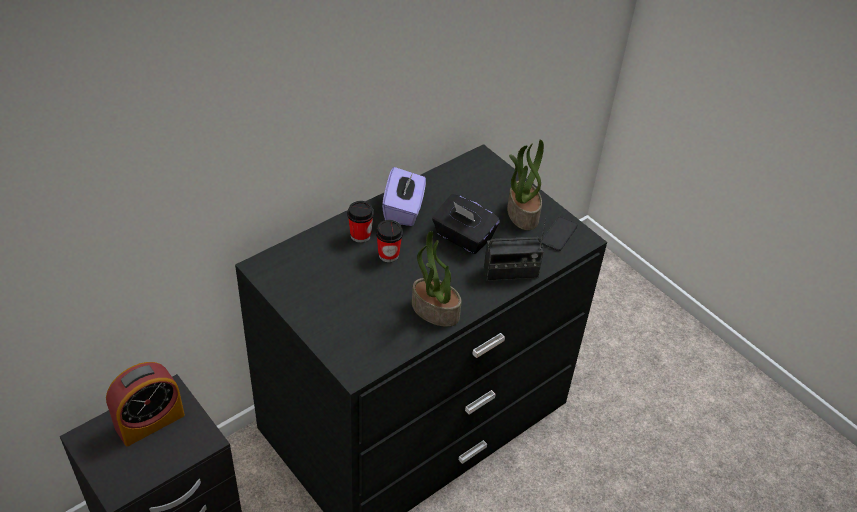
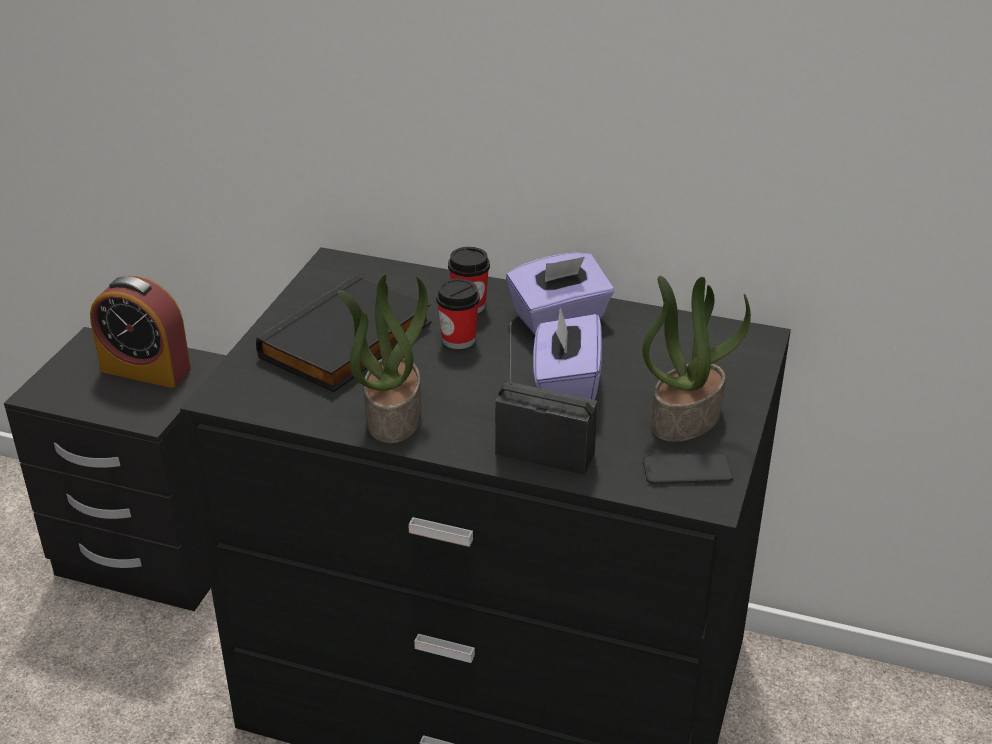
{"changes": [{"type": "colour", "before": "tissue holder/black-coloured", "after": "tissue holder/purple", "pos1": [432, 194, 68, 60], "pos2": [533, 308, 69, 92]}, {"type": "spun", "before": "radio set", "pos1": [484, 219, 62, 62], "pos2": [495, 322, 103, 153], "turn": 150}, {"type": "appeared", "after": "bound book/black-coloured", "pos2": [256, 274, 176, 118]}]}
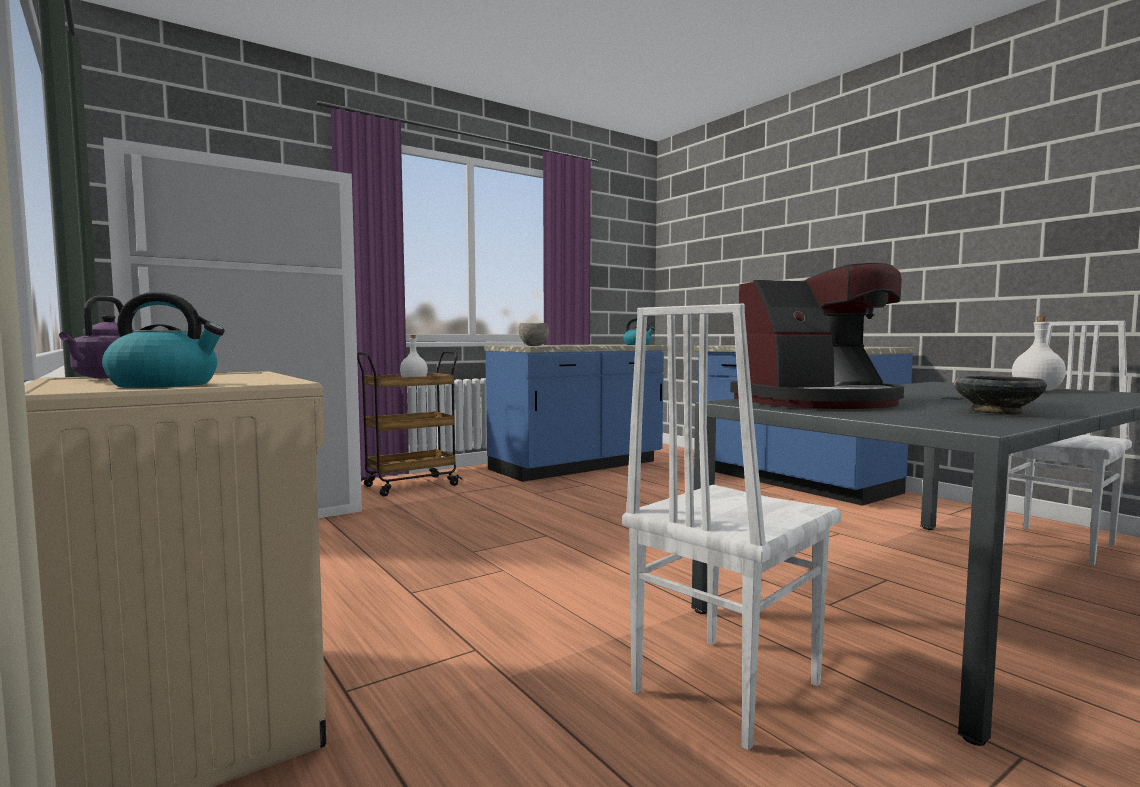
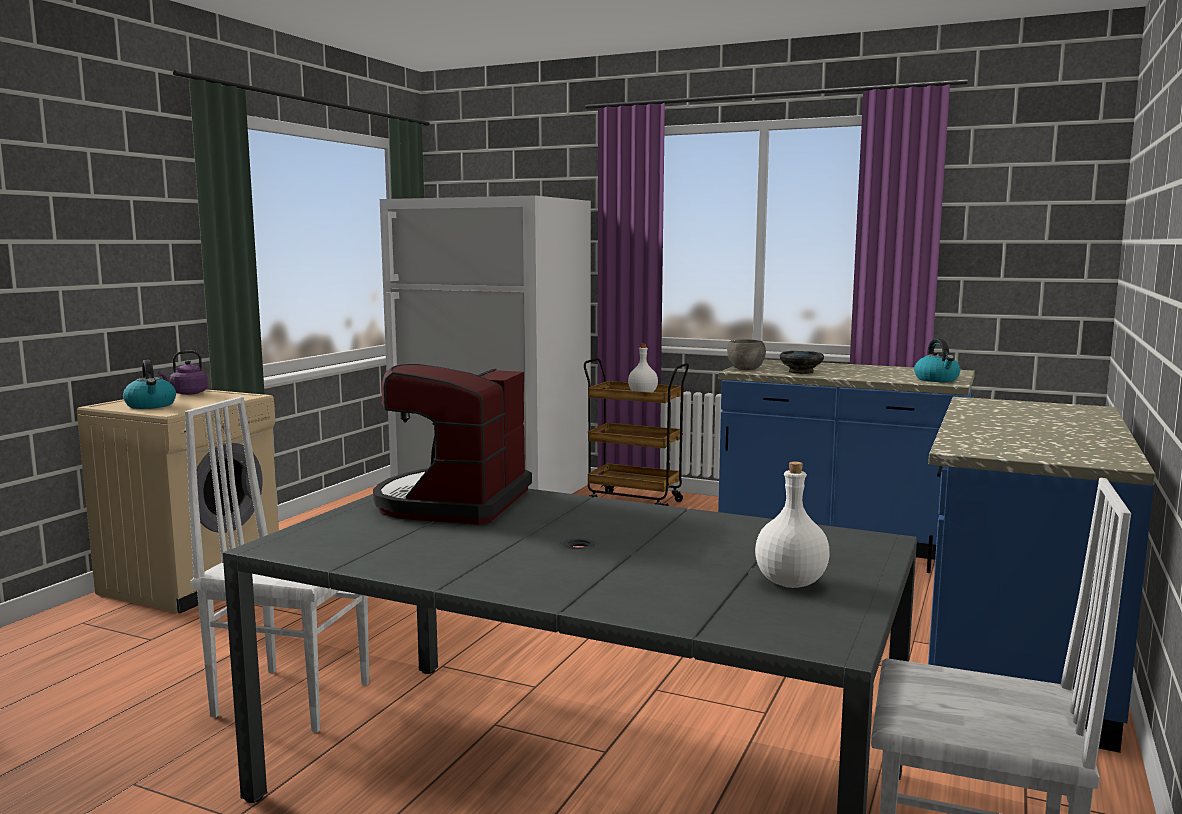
{"changes": [{"type": "spun", "before": "coffee machine", "pos1": [730, 263, 174, 146], "pos2": [373, 364, 159, 161], "turn": 60}, {"type": "relocated", "before": "deep dish/black-coloured", "pos1": [954, 376, 93, 39], "pos2": [780, 351, 44, 23]}]}
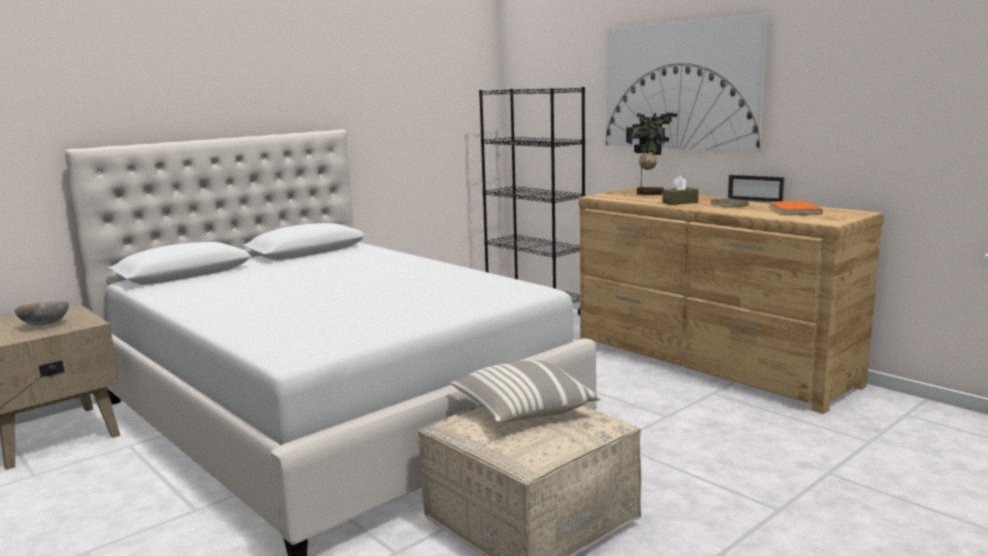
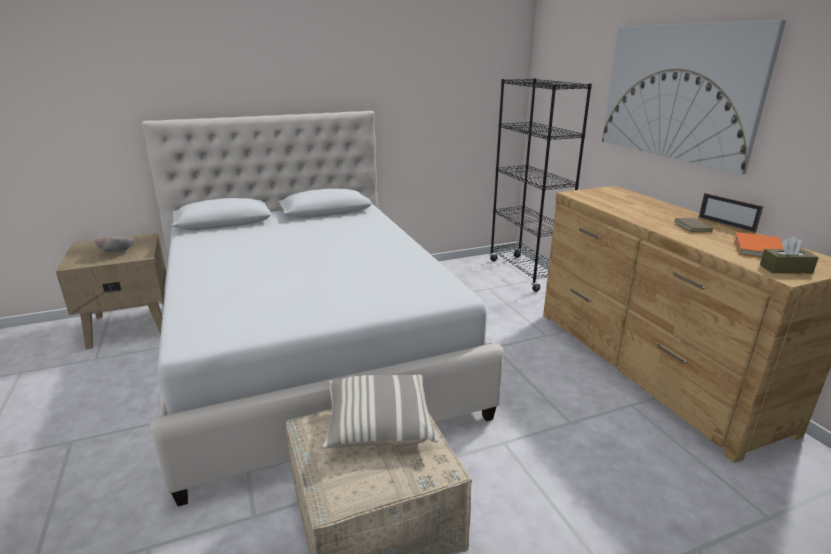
{"changes": [{"type": "missing", "before": "potted plant", "pos1": [626, 113, 51, 82]}, {"type": "relocated", "before": "tissue holder/brown", "pos1": [662, 176, 37, 29], "pos2": [760, 236, 59, 38]}]}
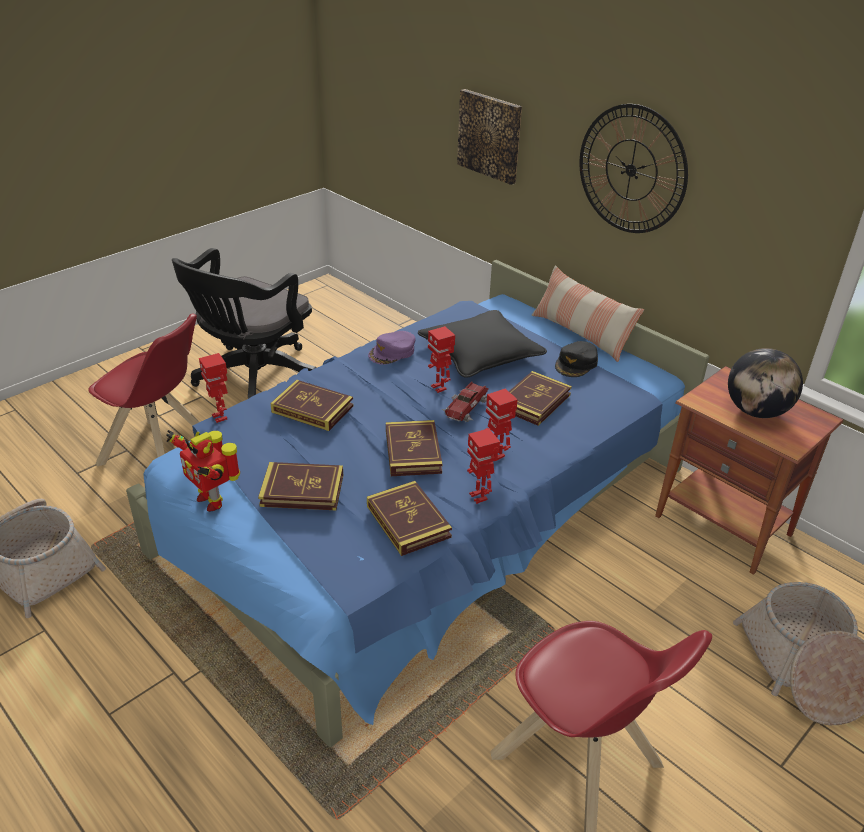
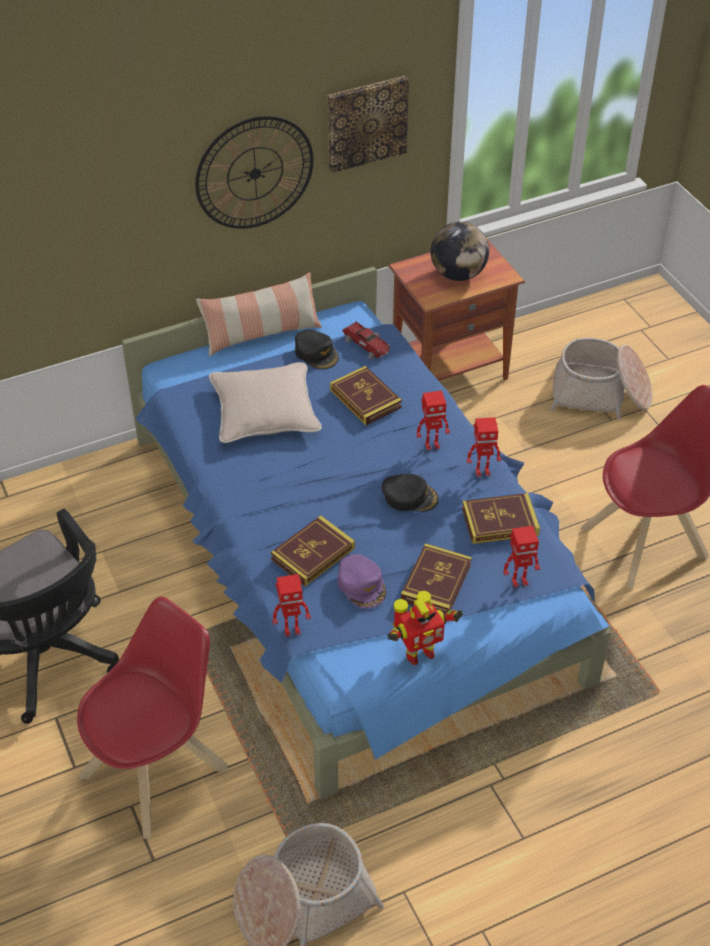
{"changes": [{"type": "relocated", "before": "peaked cap/purple", "pos1": [368, 331, 48, 34], "pos2": [338, 554, 48, 55]}, {"type": "exchanged", "before": "bound book", "after": "peaked cap/black-coloured", "pos1": [386, 420, 56, 56], "pos2": [382, 474, 57, 38]}, {"type": "colour", "before": "pillow/black-coloured", "after": "pillow/sand-coloured", "pos1": [418, 310, 129, 68], "pos2": [209, 362, 113, 81]}, {"type": "relocated", "before": "model robot", "pos1": [428, 326, 27, 67], "pos2": [503, 526, 37, 62]}, {"type": "relocated", "before": "miniature car", "pos1": [442, 382, 46, 41], "pos2": [342, 321, 48, 38]}, {"type": "relocated", "before": "wall art", "pos1": [457, 89, 65, 96], "pos2": [328, 76, 81, 97]}]}
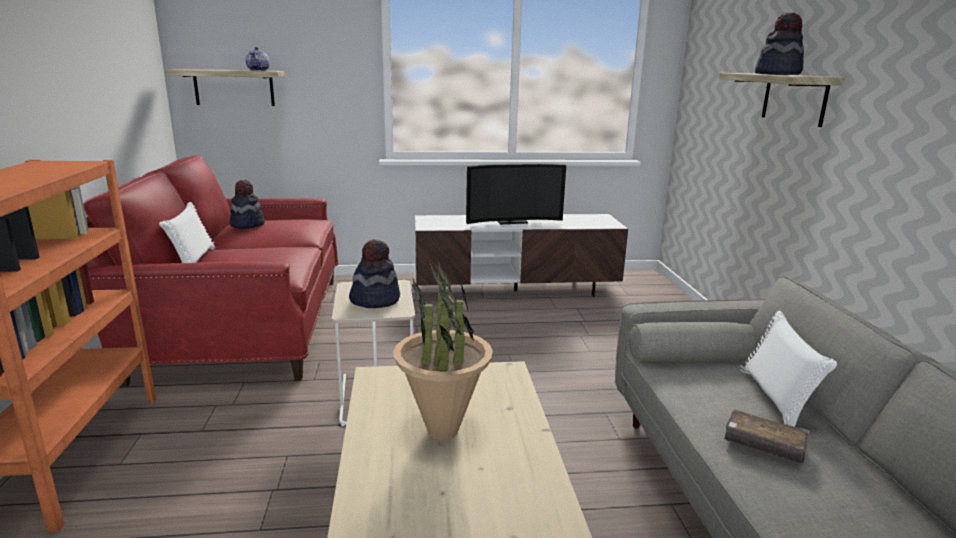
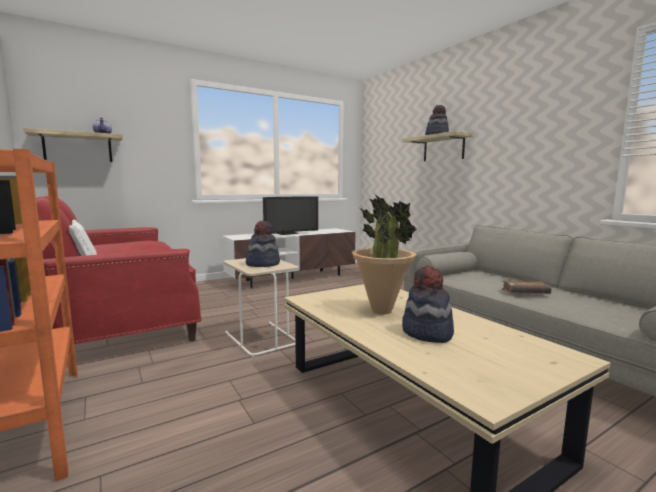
{"changes": [{"type": "relocated", "before": "hat", "pos1": [230, 180, 35, 49], "pos2": [402, 266, 52, 77]}, {"type": "missing", "before": "pillow/white-coloured", "pos1": [741, 311, 96, 116]}]}
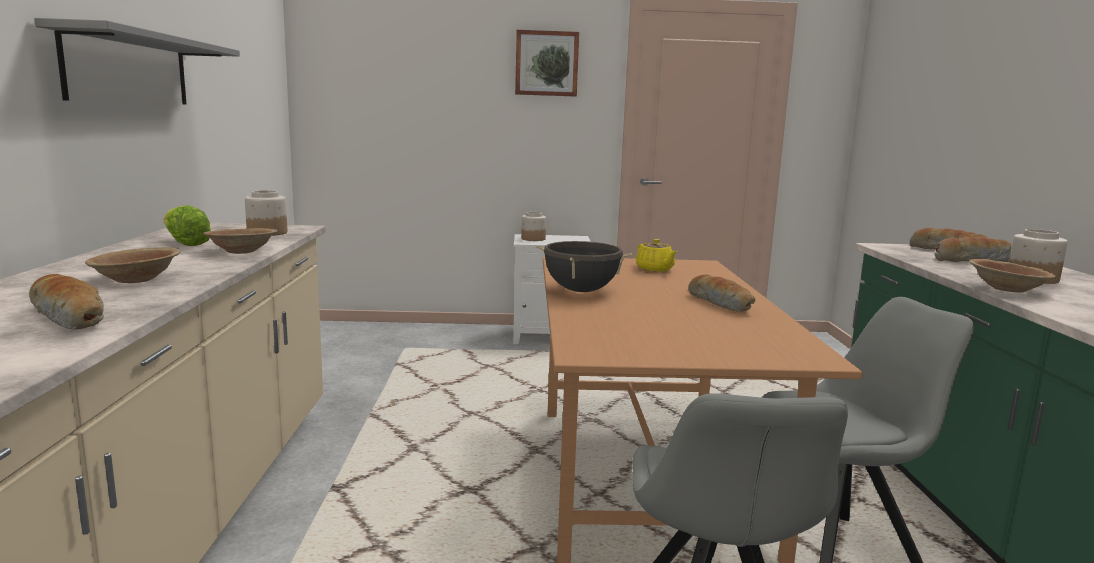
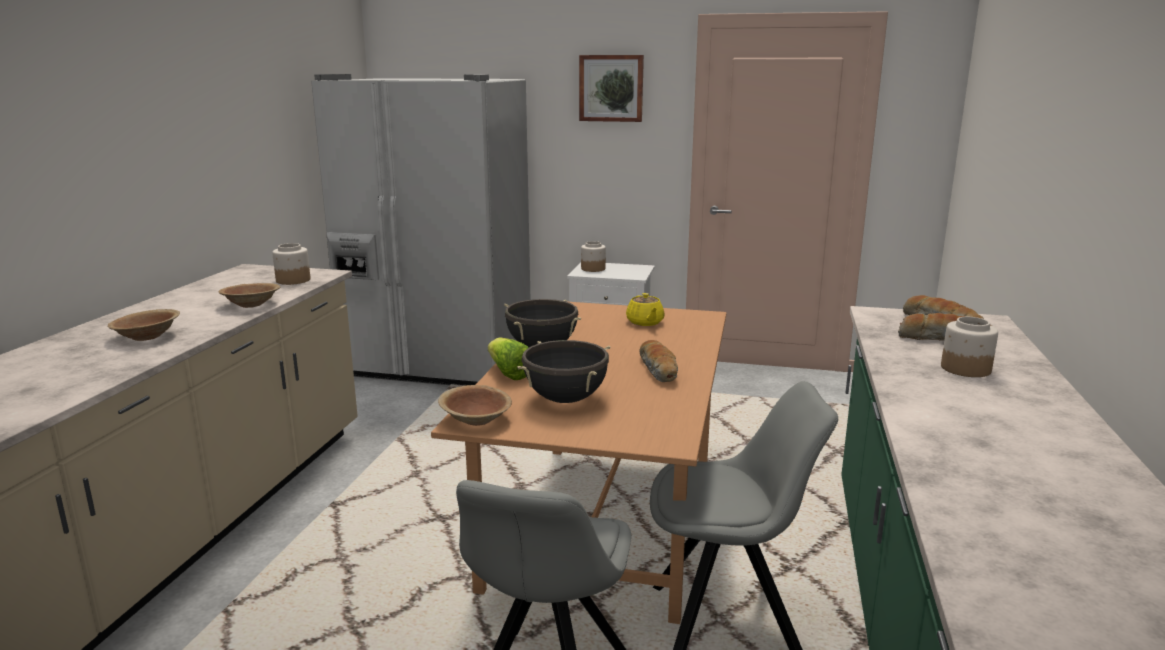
{"changes": [{"type": "missing", "before": "bread", "pos1": [29, 274, 75, 55]}, {"type": "missing", "before": "wall shelf/greyish", "pos1": [34, 18, 206, 87]}, {"type": "relocated", "before": "lettuce", "pos1": [163, 205, 48, 41], "pos2": [488, 337, 41, 43]}, {"type": "relocated", "before": "deep dish/brown", "pos1": [969, 259, 87, 34], "pos2": [438, 385, 74, 41]}, {"type": "appeared", "after": "fridge/white-coloured", "pos2": [311, 74, 220, 311]}, {"type": "appeared", "after": "stockpot/black-coloured", "pos2": [517, 340, 94, 63]}]}
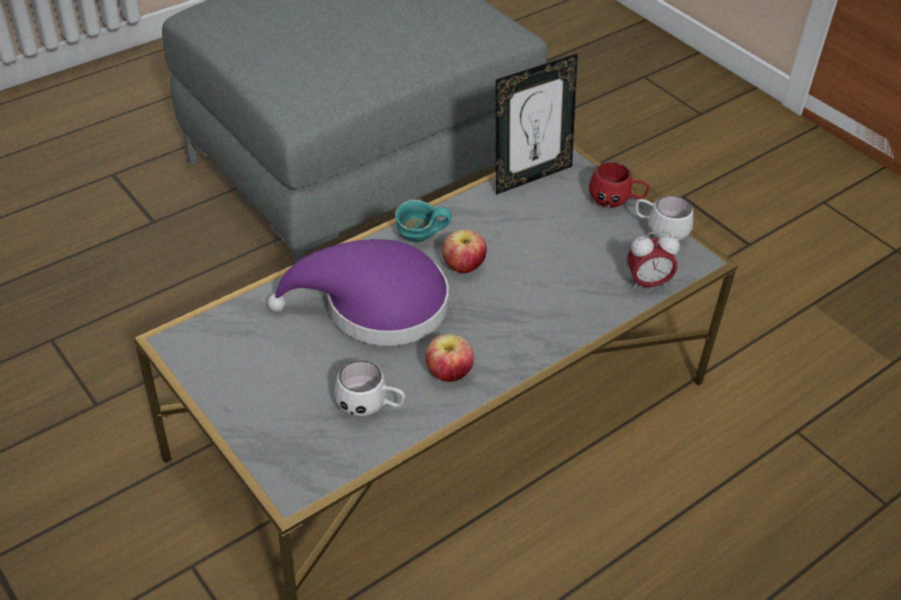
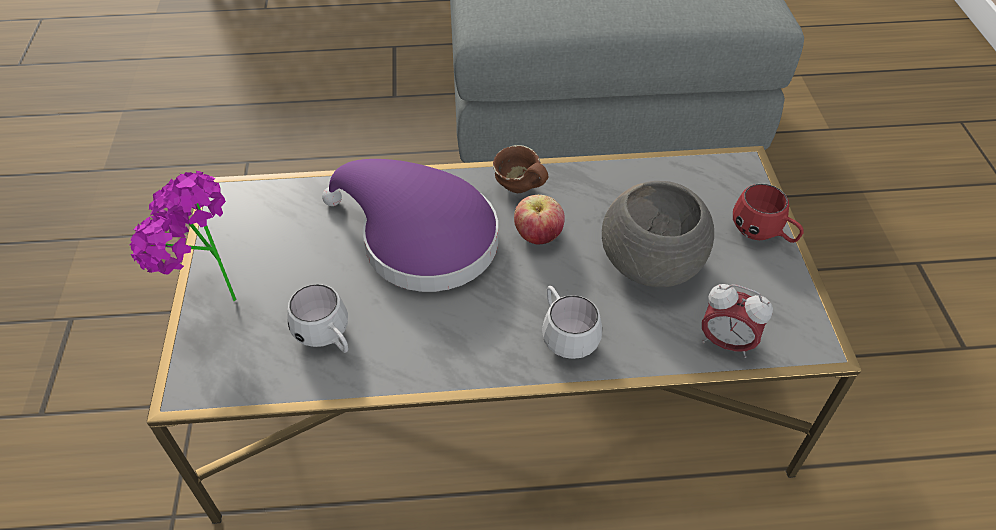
{"changes": [{"type": "colour", "before": "coffee mug/blue-green", "after": "coffee mug/brown", "pos1": [395, 200, 56, 42], "pos2": [493, 145, 55, 48]}, {"type": "missing", "before": "whole apple", "pos1": [426, 334, 48, 48]}, {"type": "missing", "before": "picture frame", "pos1": [496, 53, 82, 142]}, {"type": "relocated", "before": "coffee mug/white-coloured", "pos1": [636, 195, 57, 46], "pos2": [542, 286, 60, 73]}, {"type": "appeared", "after": "potted plant", "pos2": [130, 171, 107, 130]}, {"type": "appeared", "after": "deep dish/greyish", "pos2": [602, 181, 112, 106]}]}
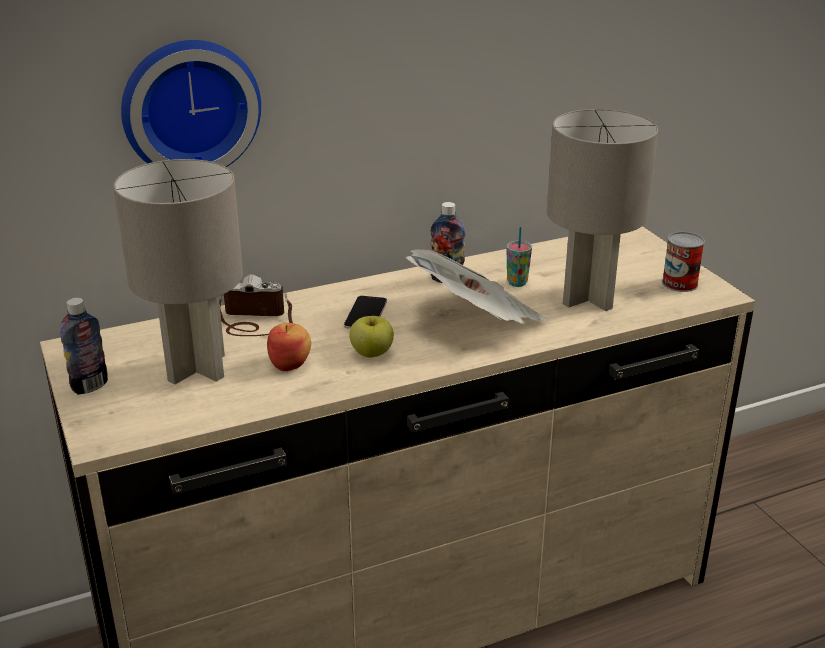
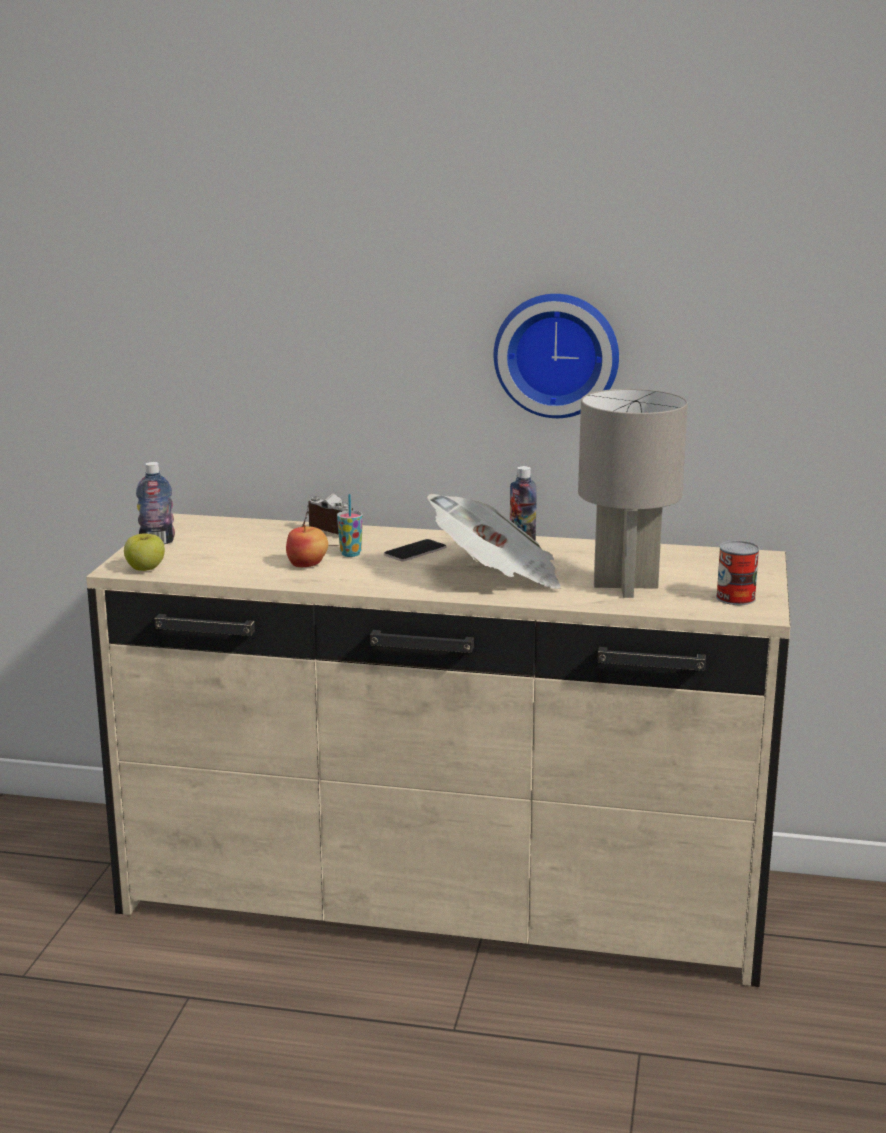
{"changes": [{"type": "missing", "before": "lamp for a table/greyish", "pos1": [113, 159, 130, 226]}, {"type": "relocated", "before": "hanging clock", "pos1": [121, 40, 140, 127], "pos2": [494, 294, 125, 124]}, {"type": "relocated", "before": "whole apple", "pos1": [349, 316, 45, 42], "pos2": [124, 533, 41, 38]}, {"type": "relocated", "before": "cup", "pos1": [507, 227, 25, 60], "pos2": [337, 494, 26, 63]}]}
